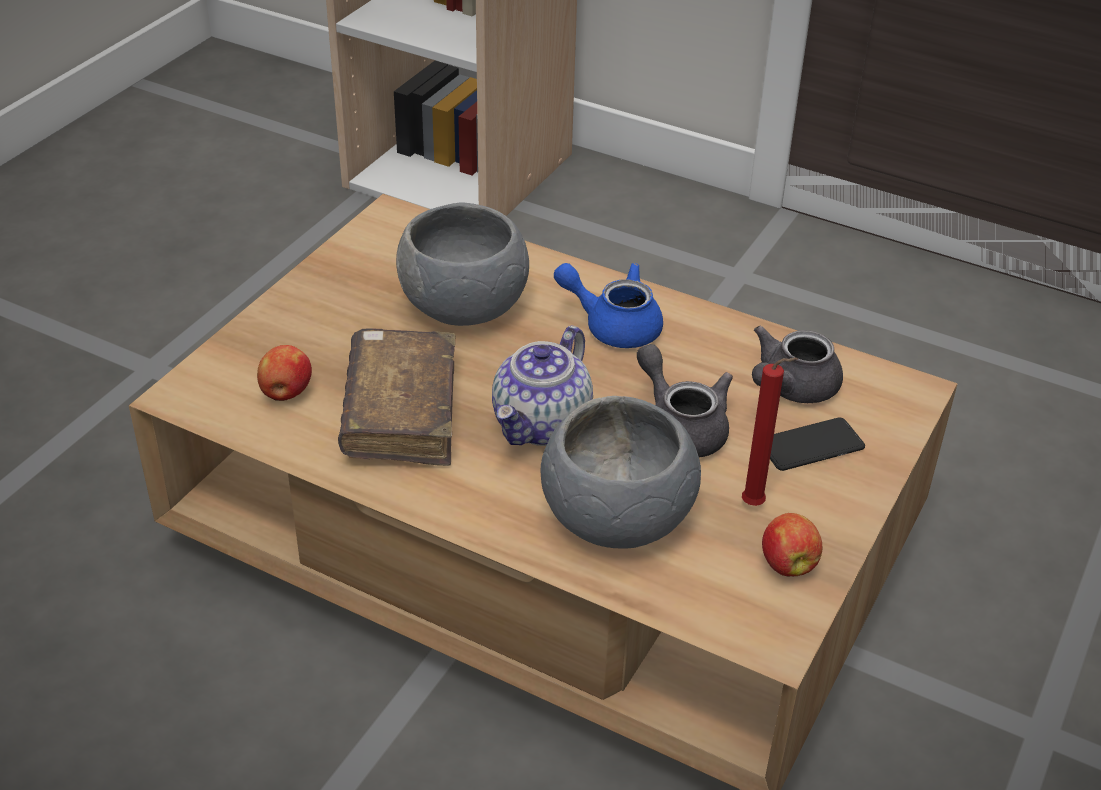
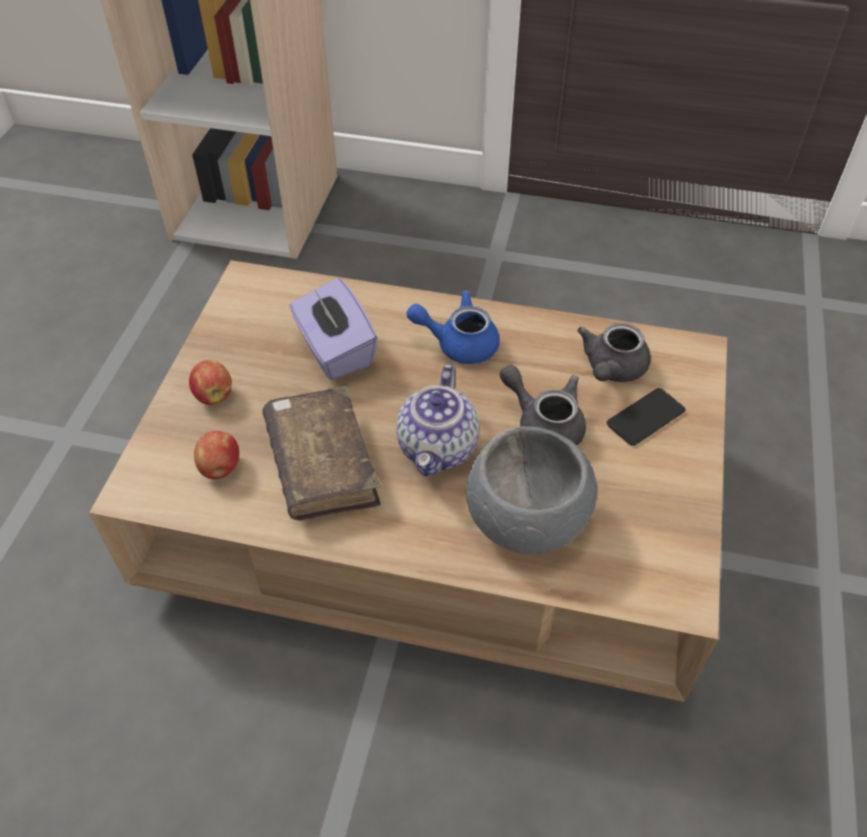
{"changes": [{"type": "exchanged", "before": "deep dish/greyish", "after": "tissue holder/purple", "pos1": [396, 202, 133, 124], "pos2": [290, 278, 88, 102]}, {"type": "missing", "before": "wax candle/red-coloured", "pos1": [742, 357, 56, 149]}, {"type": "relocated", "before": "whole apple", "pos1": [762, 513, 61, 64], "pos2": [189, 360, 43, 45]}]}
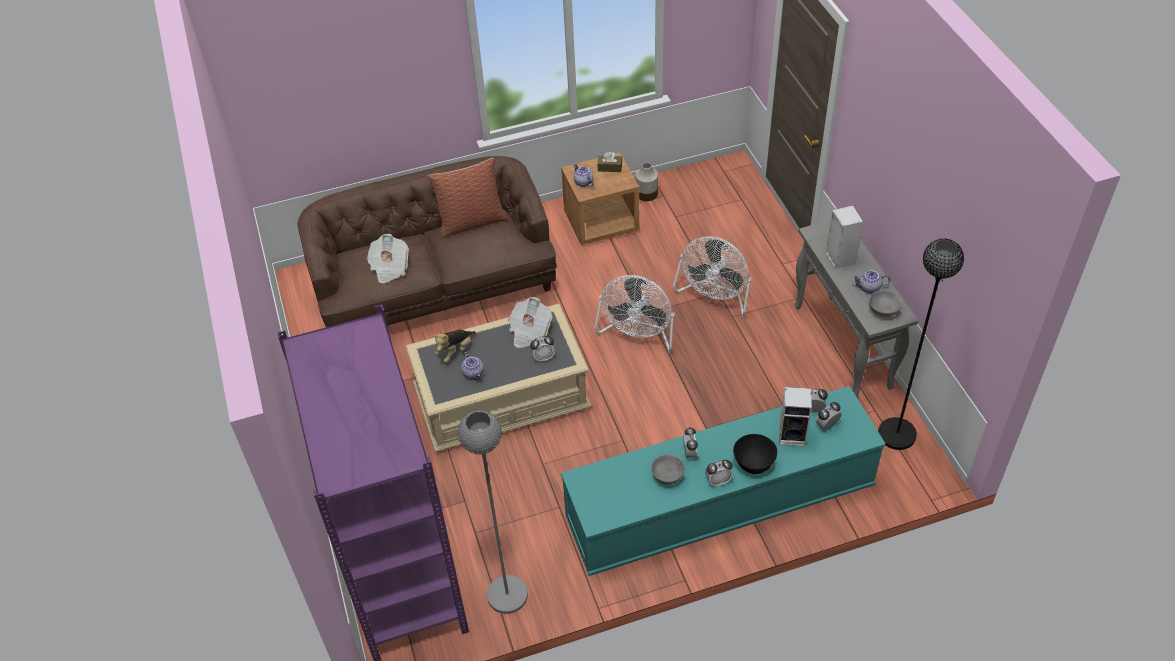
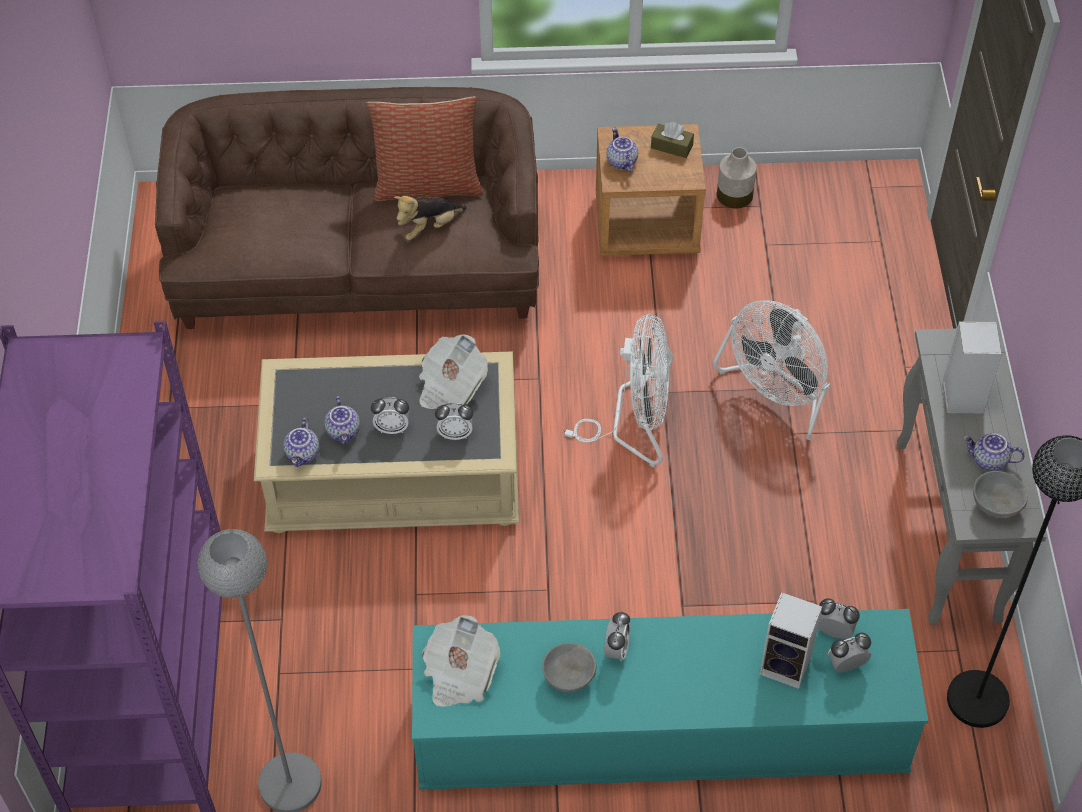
{"changes": [{"type": "relocated", "before": "daily paper", "pos1": [367, 234, 42, 50], "pos2": [422, 615, 78, 92]}, {"type": "relocated", "before": "plush toy", "pos1": [433, 330, 43, 33], "pos2": [394, 196, 73, 44]}, {"type": "spun", "before": "electric fan/white-coloured", "pos1": [594, 274, 81, 79], "pos2": [563, 313, 110, 155], "turn": -120}, {"type": "relocated", "before": "bedside clock", "pos1": [705, 460, 28, 27], "pos2": [371, 397, 38, 37]}, {"type": "missing", "before": "deep dish/black-coloured", "pos1": [733, 434, 44, 40]}, {"type": "appeared", "after": "tea pot", "pos2": [284, 418, 35, 49]}]}
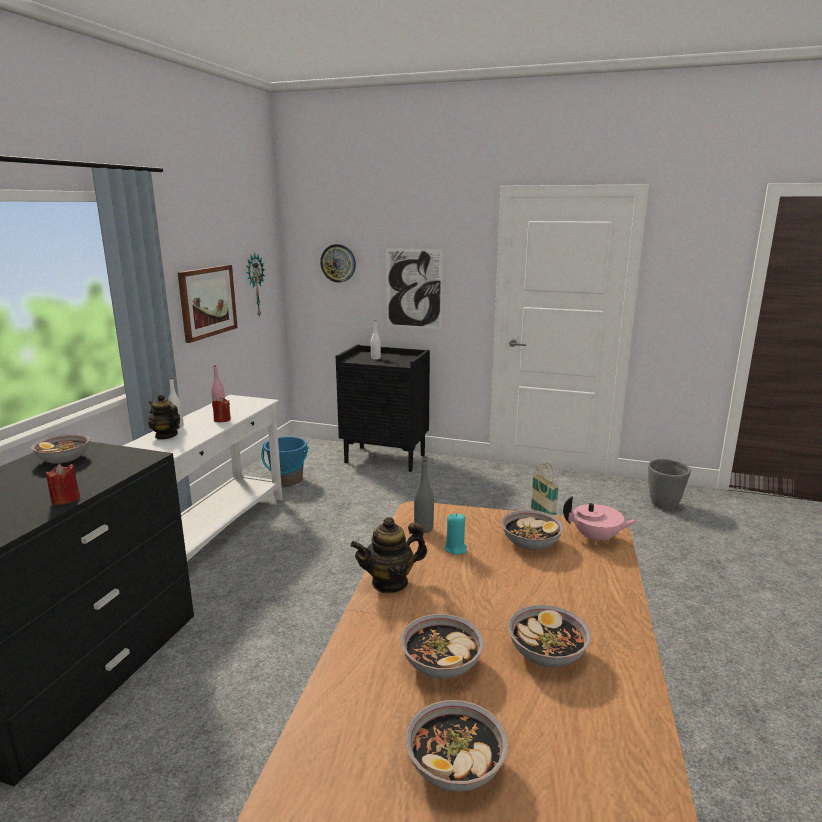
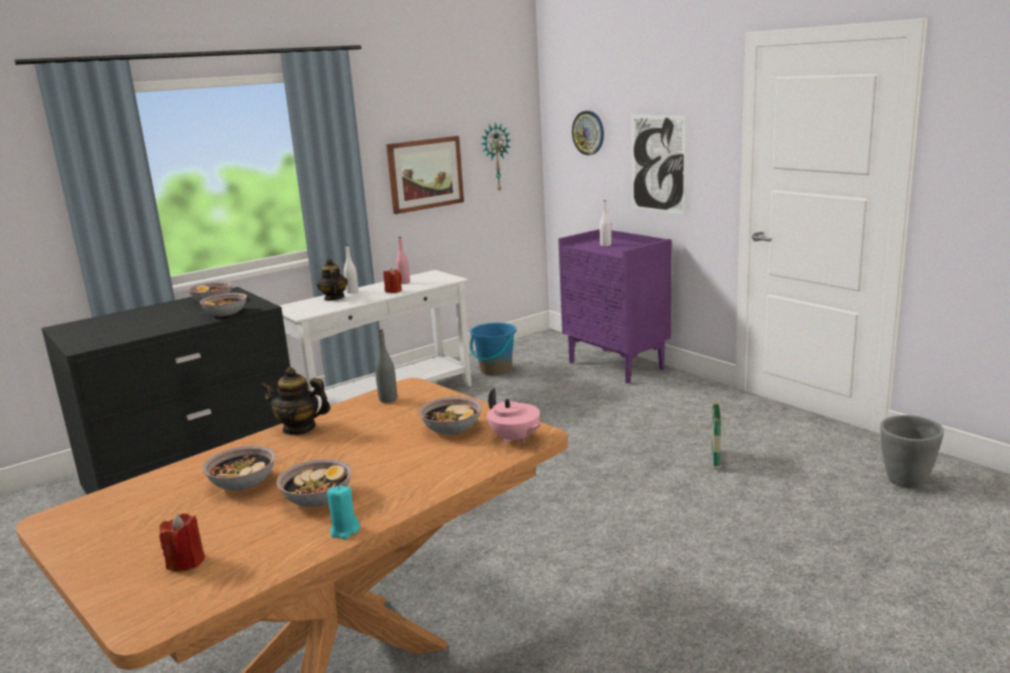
{"changes": [{"type": "relocated", "before": "wax candle/red-coloured", "pos1": [46, 464, 34, 41], "pos2": [159, 514, 46, 57]}, {"type": "colour", "before": "cupboard/black-coloured", "after": "cupboard/purple", "pos1": [336, 345, 94, 127], "pos2": [558, 229, 113, 154]}, {"type": "relocated", "before": "deep dish", "pos1": [405, 700, 104, 92], "pos2": [200, 293, 47, 23]}, {"type": "relocated", "before": "wax candle/blue-green", "pos1": [445, 513, 22, 42], "pos2": [327, 485, 33, 54]}]}
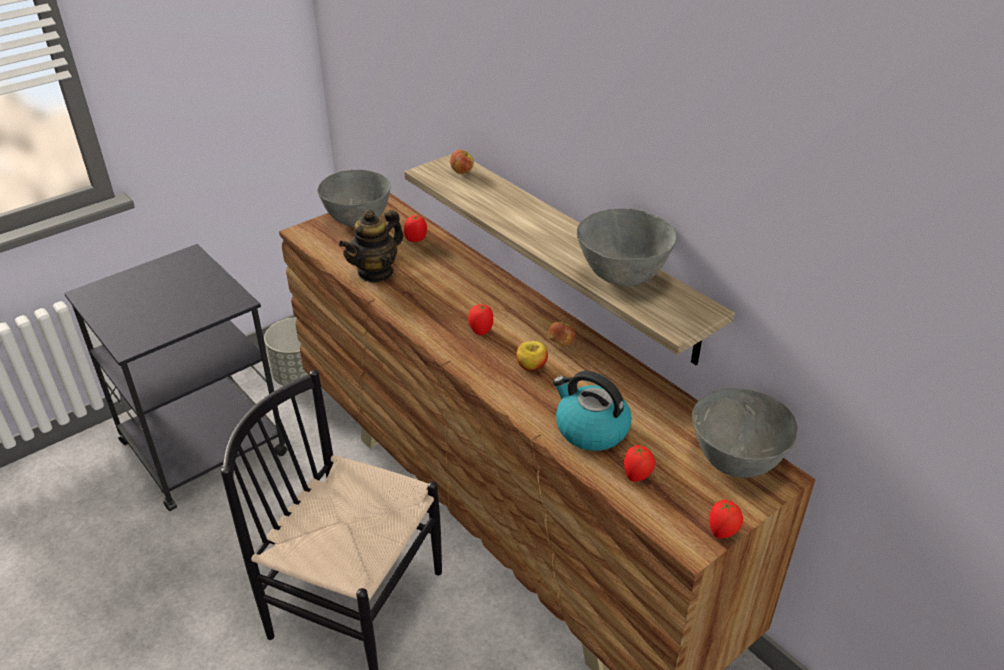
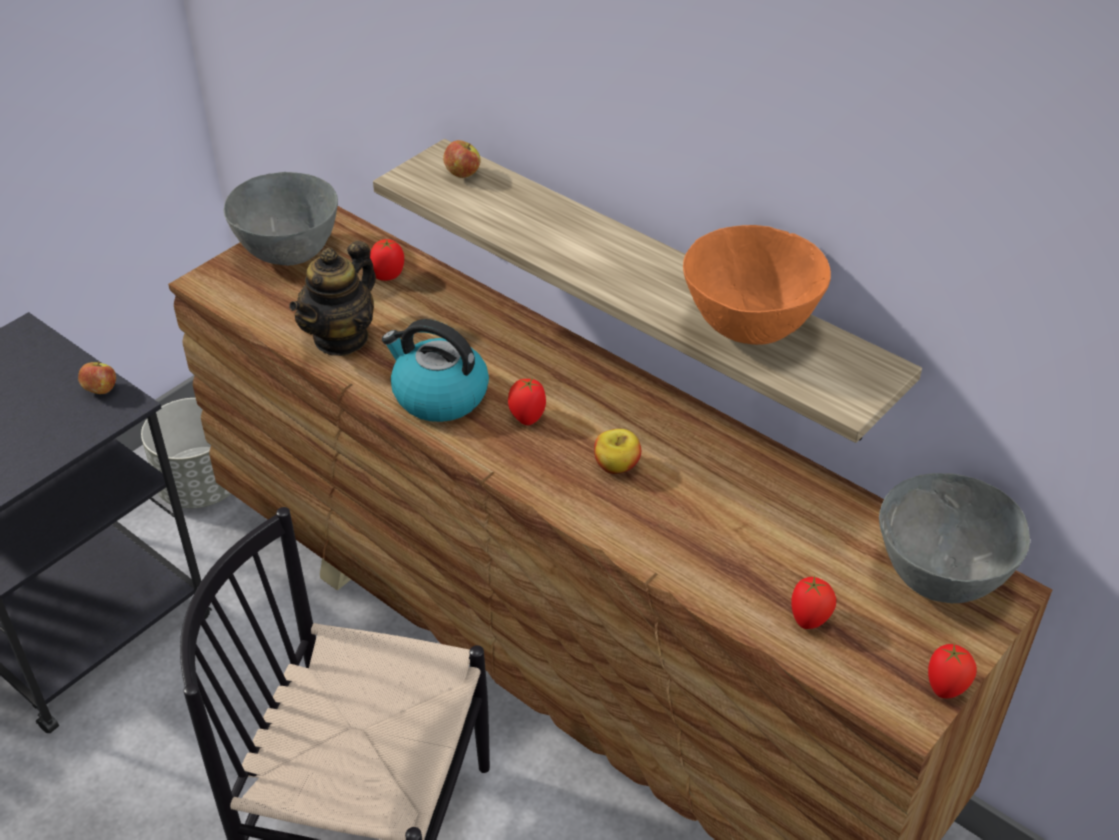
{"changes": [{"type": "relocated", "before": "whole apple", "pos1": [548, 321, 27, 25], "pos2": [78, 361, 38, 33]}, {"type": "relocated", "before": "tea kettle", "pos1": [553, 371, 79, 80], "pos2": [382, 319, 107, 103]}, {"type": "colour", "before": "deep dish/greyish", "after": "deep dish/orange-coloured", "pos1": [577, 209, 100, 77], "pos2": [683, 225, 148, 120]}]}
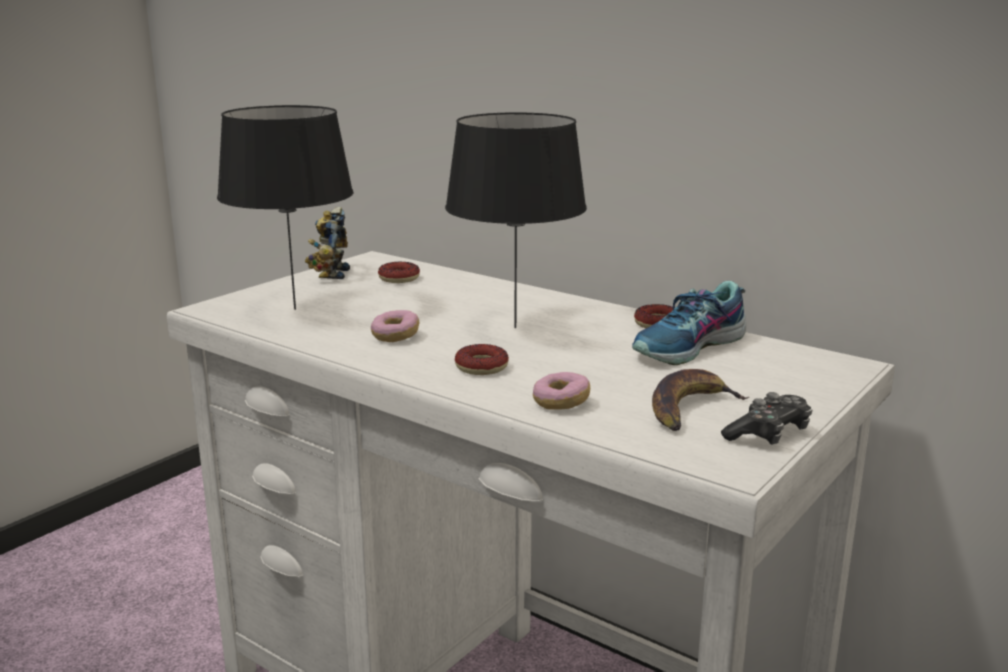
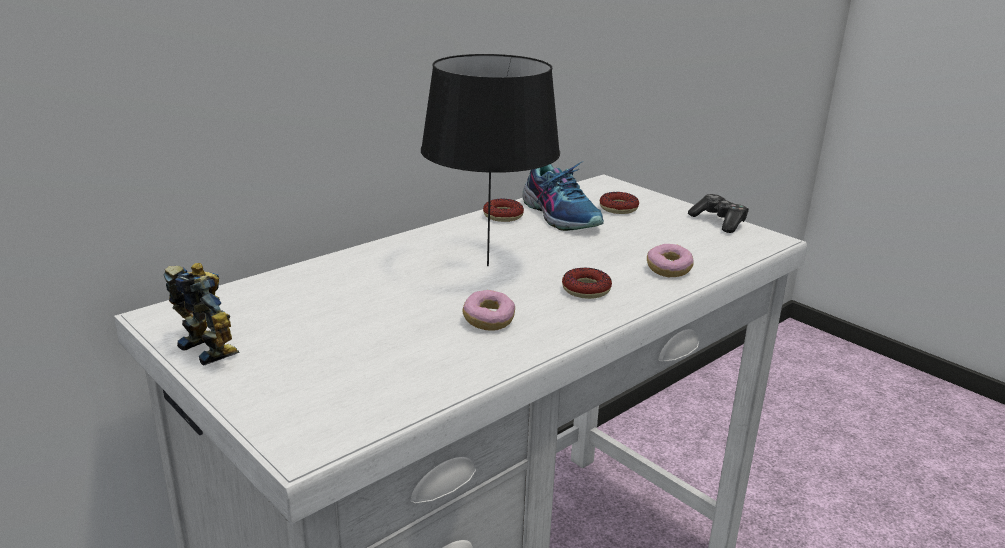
{"changes": [{"type": "missing", "before": "lamp for a table/black-coloured", "pos1": [217, 105, 137, 205]}, {"type": "spun", "before": "model robot", "pos1": [305, 207, 45, 72], "pos2": [164, 263, 76, 103], "turn": -150}, {"type": "relocated", "before": "donut", "pos1": [378, 262, 42, 21], "pos2": [600, 192, 39, 22]}, {"type": "missing", "before": "banana", "pos1": [652, 369, 97, 62]}]}
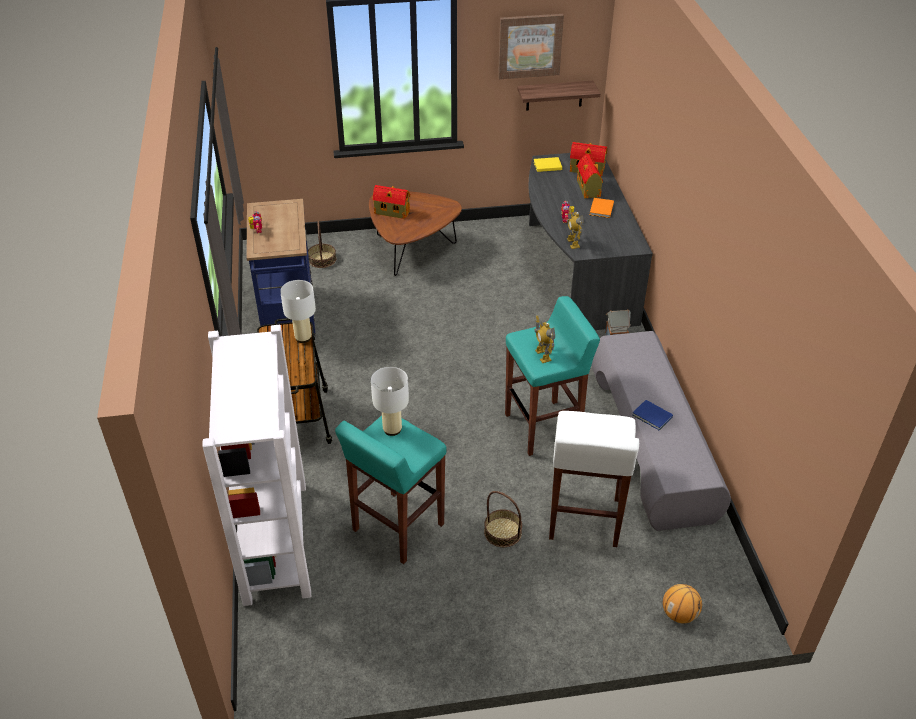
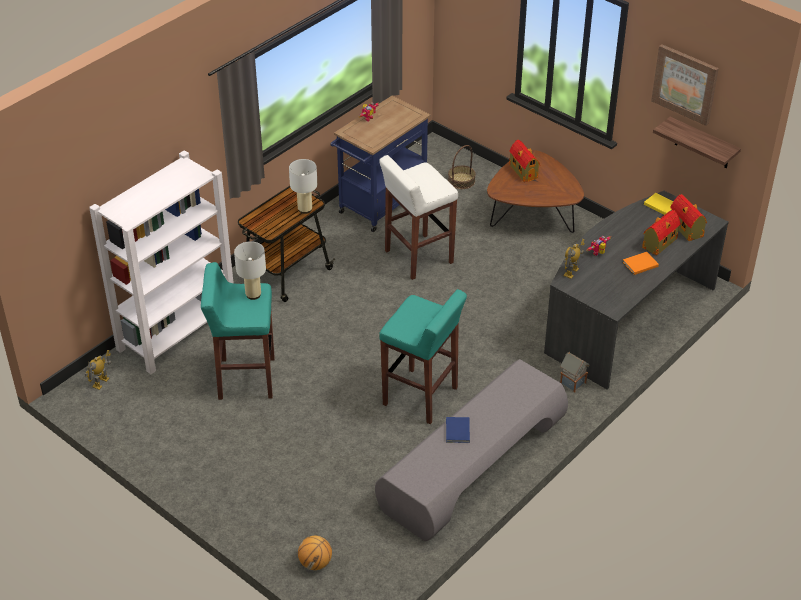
{"changes": [{"type": "missing", "before": "basket", "pos1": [484, 491, 38, 56]}, {"type": "relocated", "before": "model robot", "pos1": [535, 316, 20, 47], "pos2": [85, 350, 26, 40]}, {"type": "relocated", "before": "stool seat/white-coloured", "pos1": [549, 411, 90, 136], "pos2": [379, 155, 79, 125]}]}
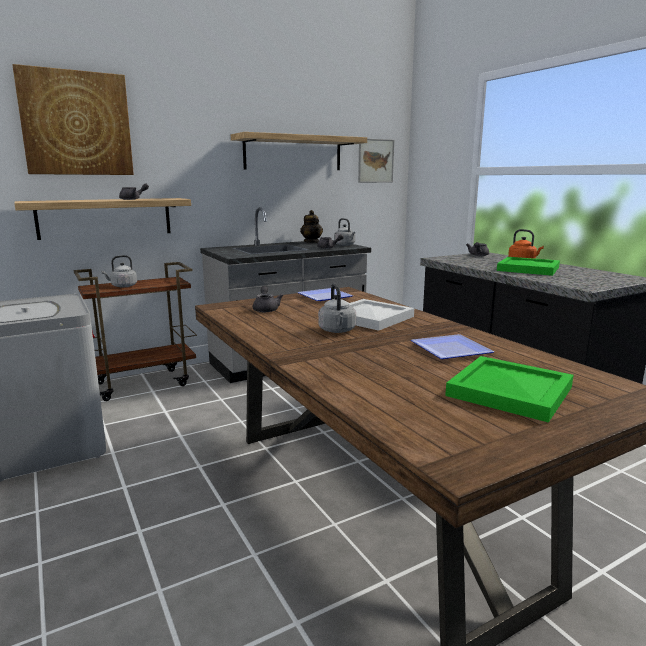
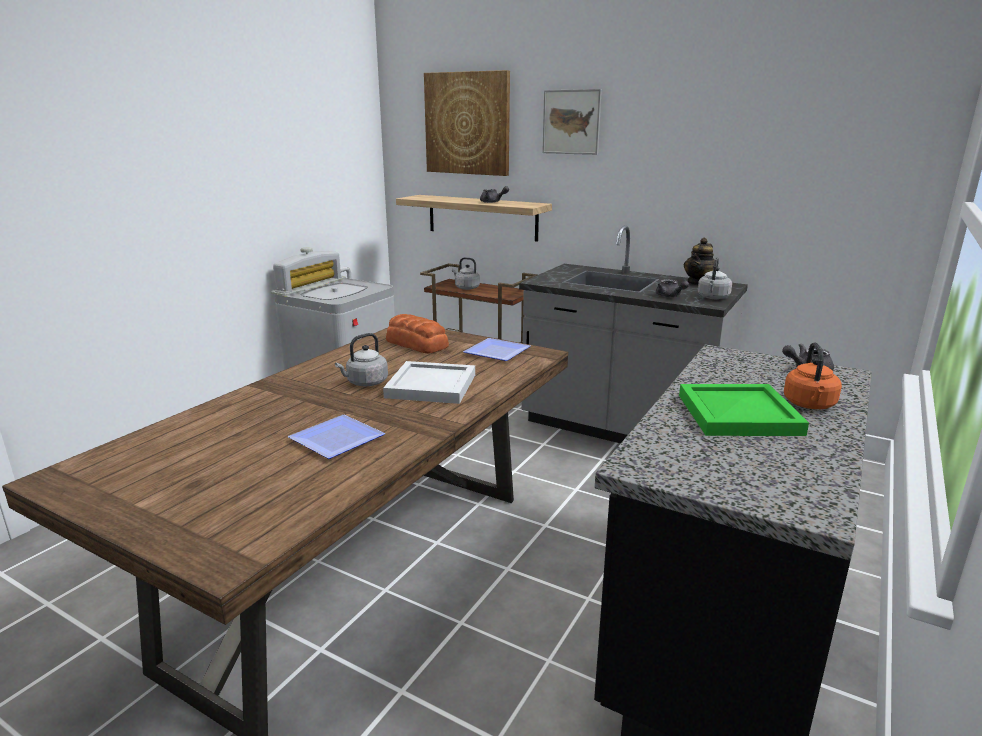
{"changes": [{"type": "missing", "before": "wall shelf", "pos1": [231, 132, 136, 38]}, {"type": "exchanged", "before": "tea pot/greyish", "after": "bread", "pos1": [253, 286, 30, 26], "pos2": [386, 314, 63, 39]}, {"type": "relocated", "before": "wall art", "pos1": [358, 139, 36, 44], "pos2": [542, 89, 60, 66]}, {"type": "missing", "before": "carrying tray/green-coloured", "pos1": [445, 356, 129, 67]}]}
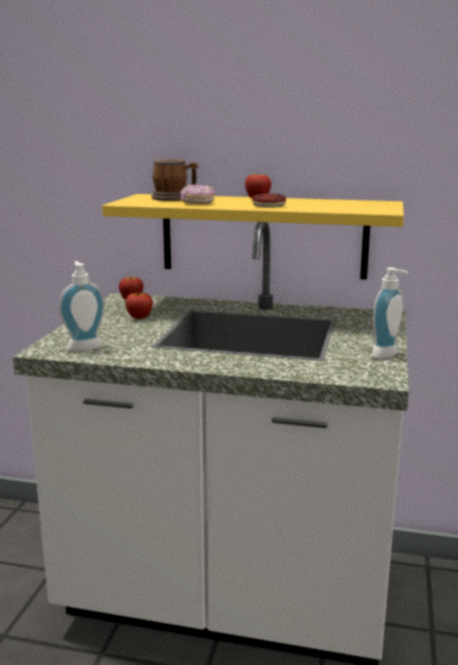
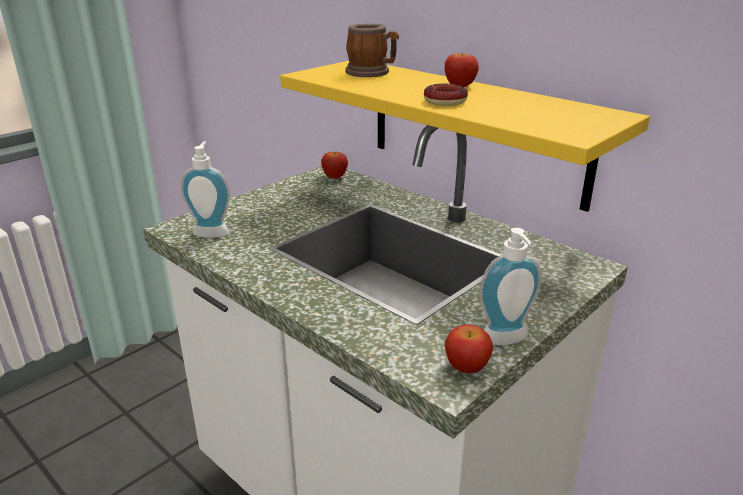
{"changes": [{"type": "relocated", "before": "whole apple", "pos1": [126, 292, 27, 27], "pos2": [445, 325, 48, 48]}, {"type": "missing", "before": "donut", "pos1": [181, 185, 33, 19]}]}
